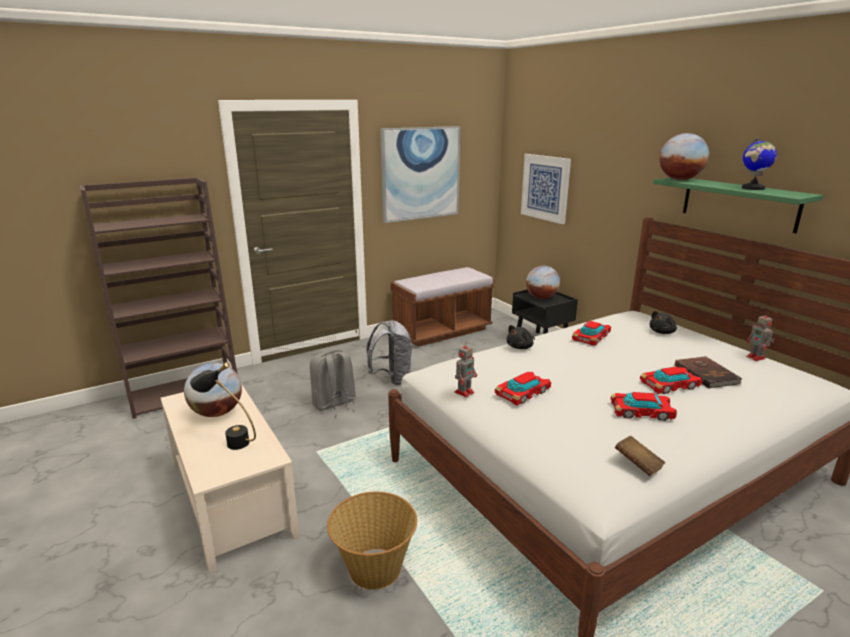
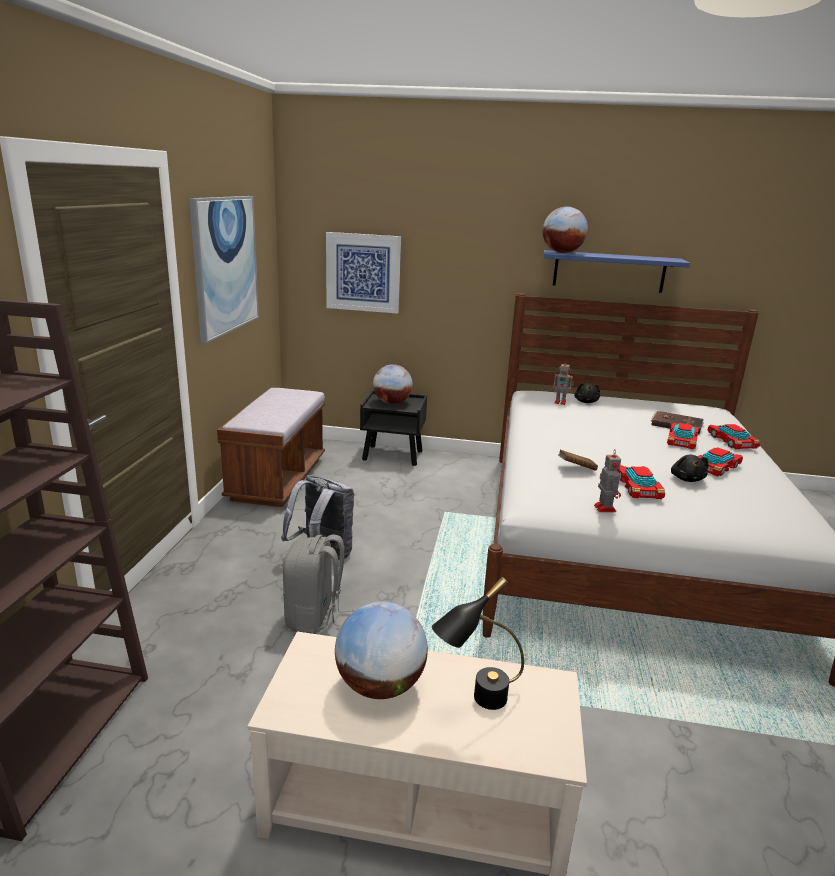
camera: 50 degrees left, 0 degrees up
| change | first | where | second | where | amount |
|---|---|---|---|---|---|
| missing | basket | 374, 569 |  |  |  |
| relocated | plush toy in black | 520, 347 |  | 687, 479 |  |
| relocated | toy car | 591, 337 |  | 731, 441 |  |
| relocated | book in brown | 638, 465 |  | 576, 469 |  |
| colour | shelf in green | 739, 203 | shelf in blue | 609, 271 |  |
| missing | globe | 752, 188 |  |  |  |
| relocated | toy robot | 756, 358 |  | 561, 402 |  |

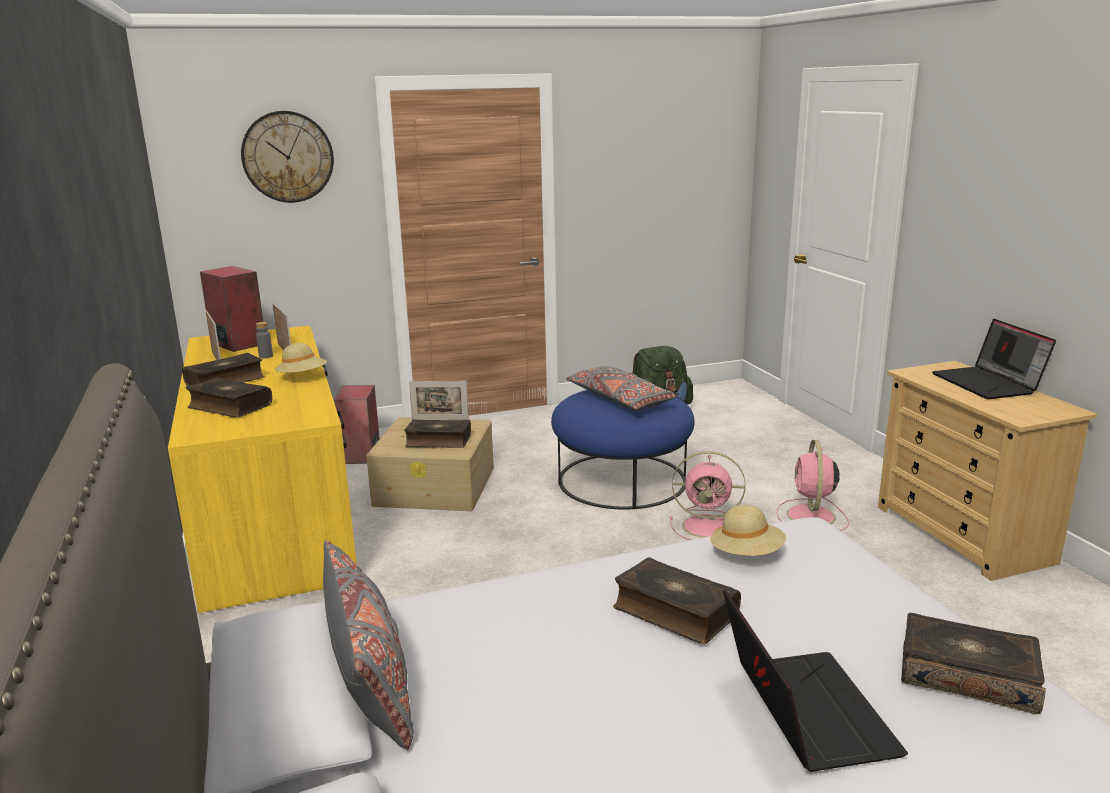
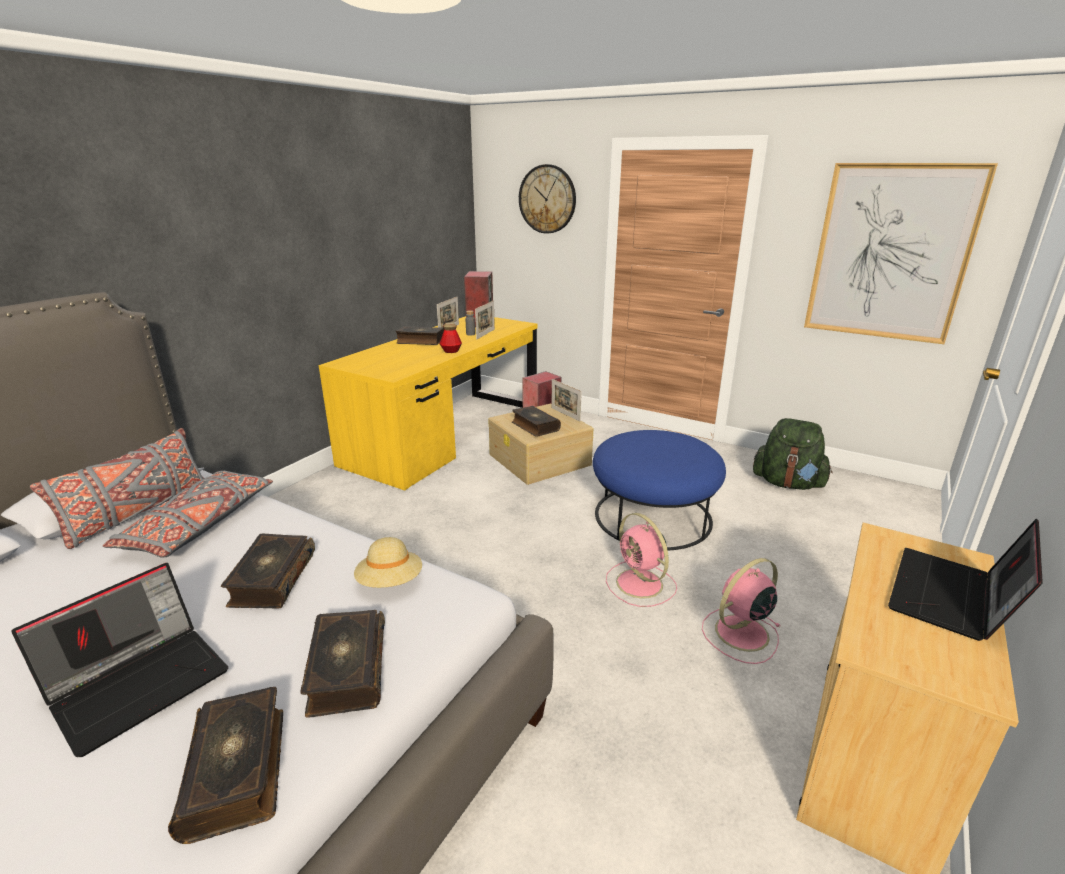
camera: 50 degrees right, 5 degrees up
| change | first | where | second | where | amount |
|---|---|---|---|---|---|
| relocated | book | 229, 407 |  | 346, 671 |  |
| exchanged | hat in beige | 302, 377 | bottle | 451, 351 |  |
| relocated | pillow in grey | 620, 400 |  | 199, 525 |  |
| appeared |  |  | picture | 890, 253 |  |

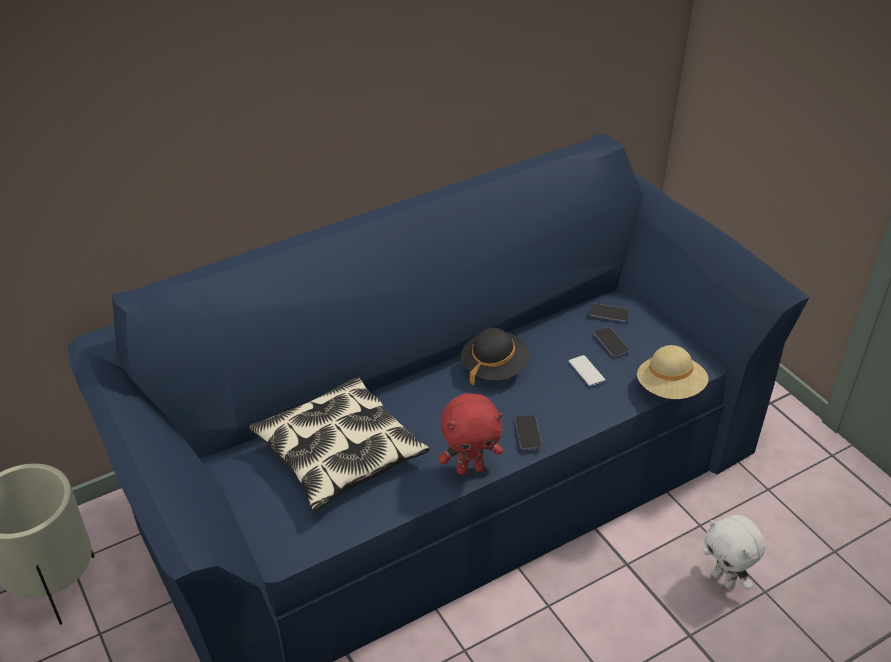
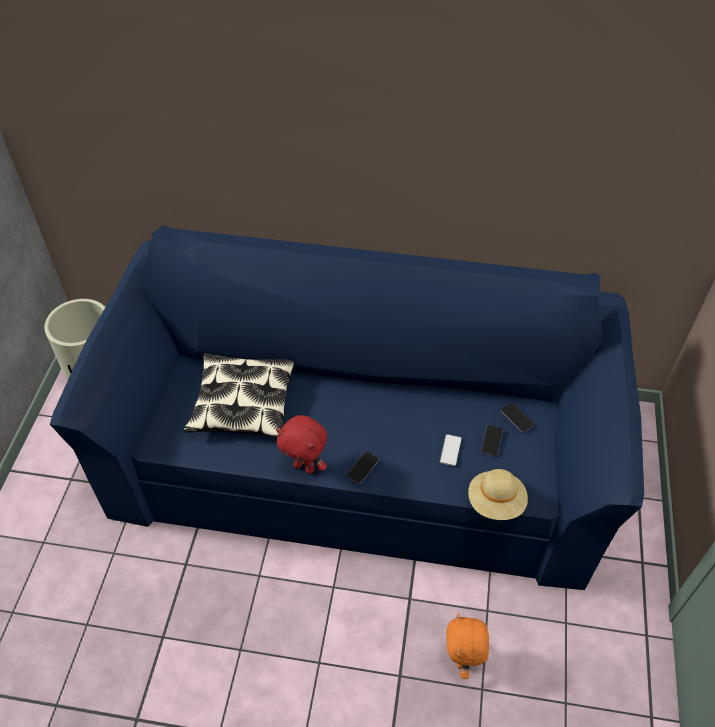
camera: 40 degrees right, 10 degrees up
| change | first | where | second | where | amount |
|---|---|---|---|---|---|
| missing | hat in black | 494, 367 |  |  |  |
| colour | plush toy in white | 724, 580 | plush toy in orange | 463, 659 |  |

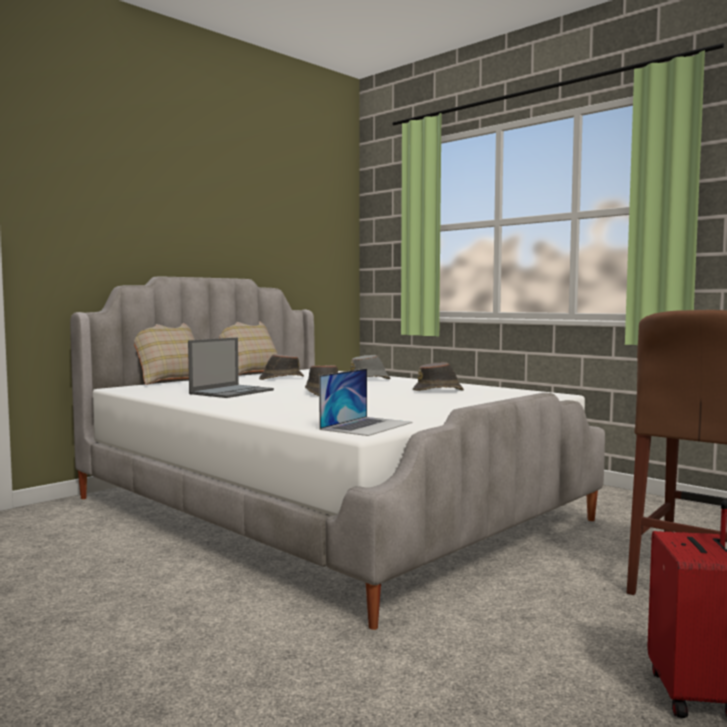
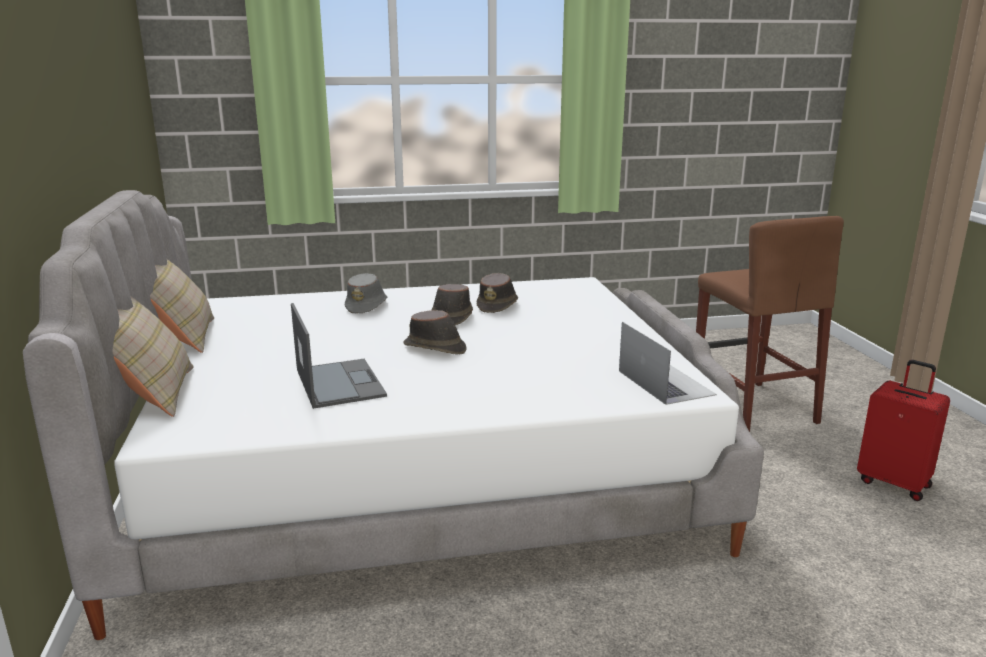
camera: 55 degrees left, 15 degrees up
| change | first | where | second | where | amount |
|---|---|---|---|---|---|
| relocated | hat in brown | 281, 378 |  | 451, 318 |  |

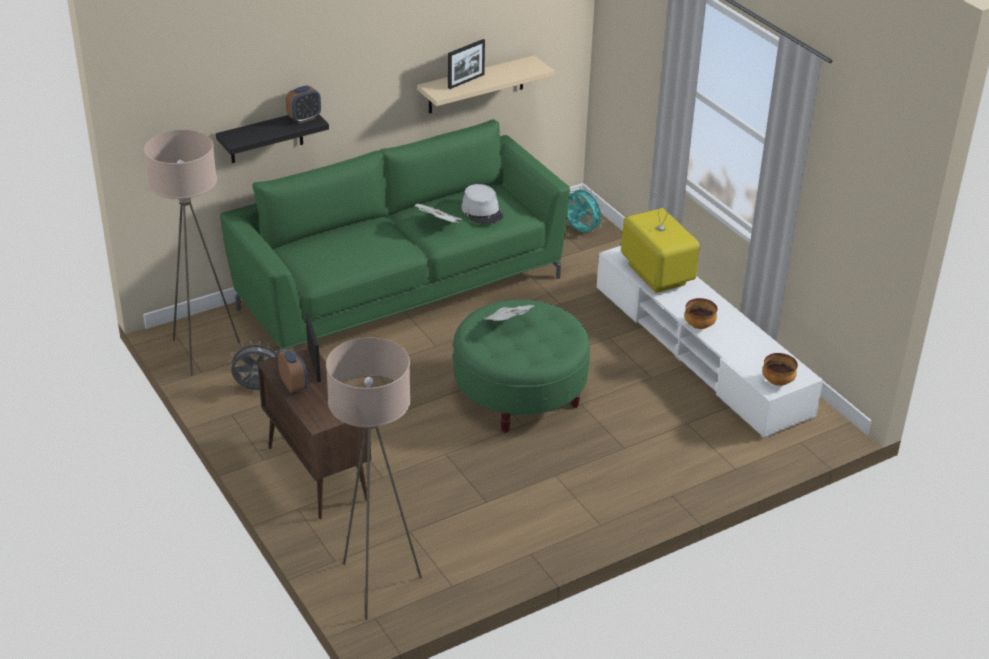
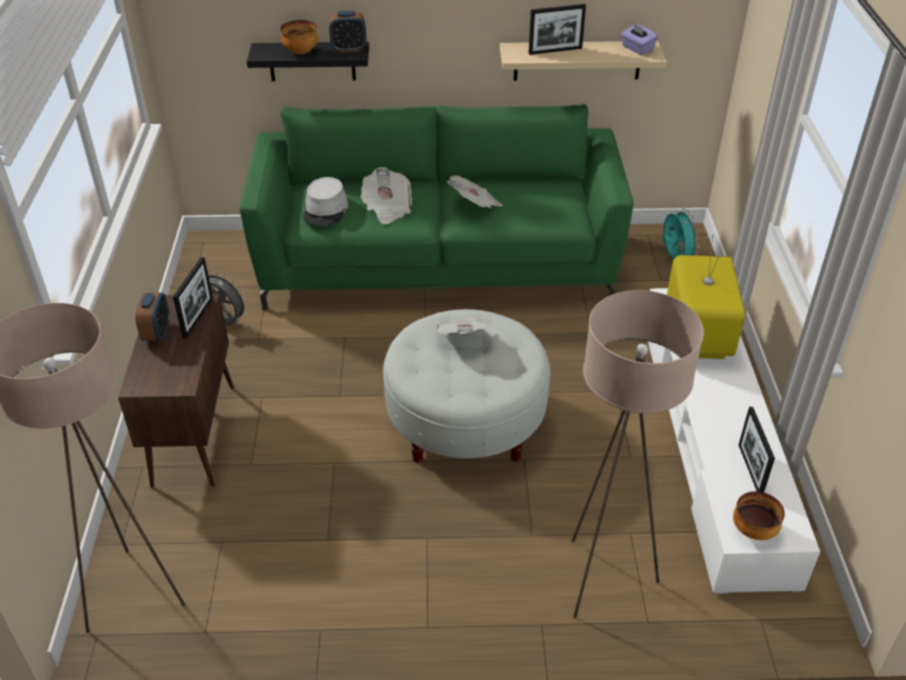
camera: 30 degrees right, 5 degrees up
| change | first | where | second | where | amount |
|---|---|---|---|---|---|
| relocated | floor lamp in beige | 202, 352 |  | 602, 579 |  |
| colour | ottoman in green | 519, 395 | ottoman in white | 465, 423 |  |
| relocated | hat in grey | 482, 211 |  | 325, 210 |  |
| relocated | bowl | 699, 326 |  | 301, 52 |  |
| appeared |  |  | newspaper | 387, 208 |  |
| appeared |  |  | tissue box in purple | 637, 49 |  |
| appeared |  |  | picture frame | 750, 470 |  |

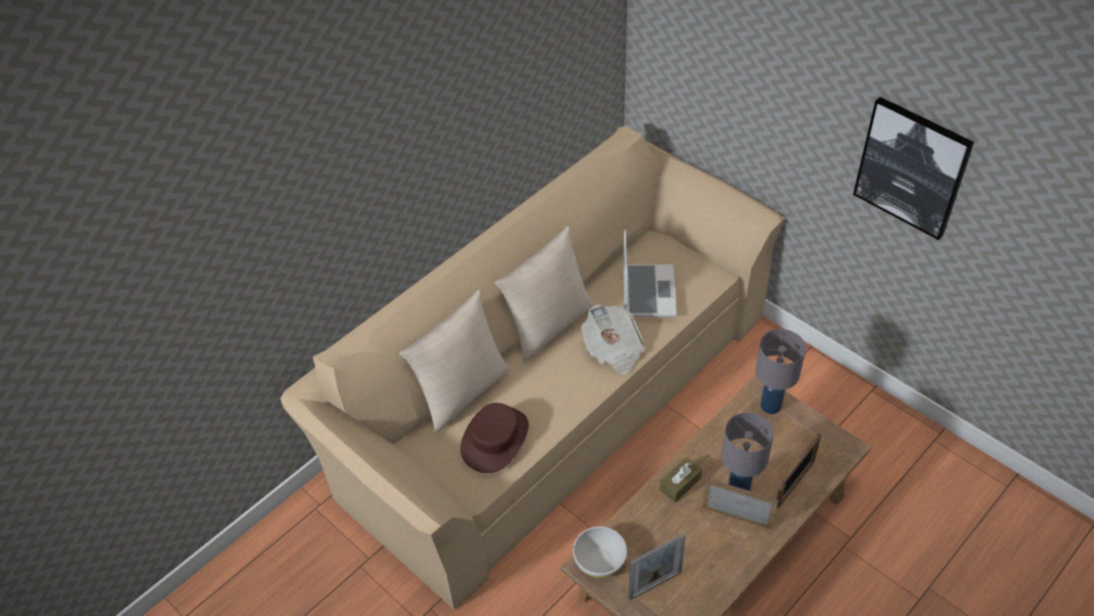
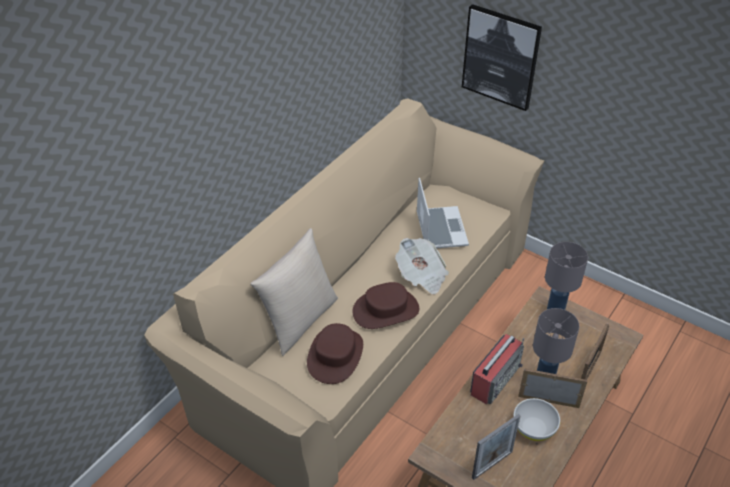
camera: 10 degrees left, 5 degrees down
| change | first | where | second | where | amount |
|---|---|---|---|---|---|
| missing | pillow in beige | 548, 325 |  |  |  |
| relocated | bowl in white | 599, 561 |  | 534, 428 |  |
| exchanged | tissue box in brown | 680, 484 | radio | 495, 379 |  |
| relocated | picture | 912, 167 |  | 501, 57 |  |
| appeared |  |  | hat in brown | 385, 310 |  |

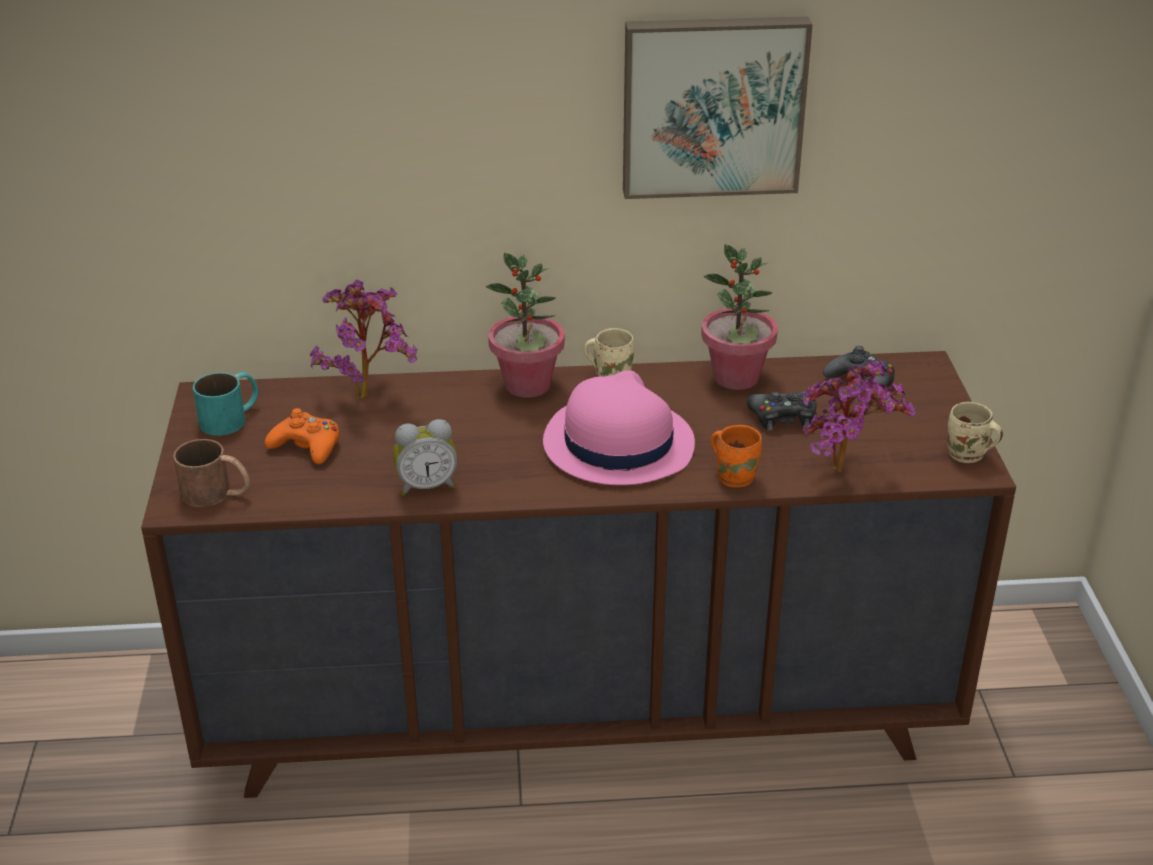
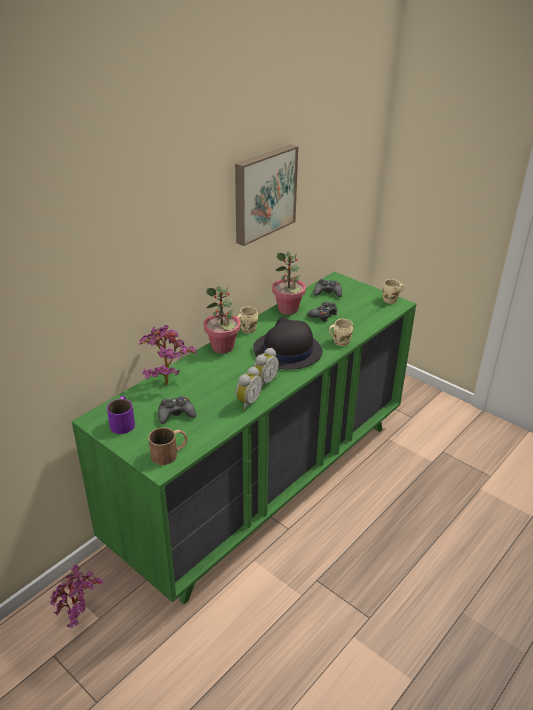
camera: 45 degrees left, 0 degrees up
| change | first | where | second | where | amount |
|---|---|---|---|---|---|
| colour | dresser in brown | 579, 710 | dresser in green | 265, 483 |  |
| colour | mug in turquoise | 232, 417 | mug in purple | 123, 421 |  |
| colour | game controller in orange | 307, 446 | game controller in black | 176, 414 |  |
| colour | hat in pink | 617, 443 | hat in black | 287, 351 |  |
| colour | mug in orange | 735, 476 | mug in beige | 340, 341 |  |
| relocated | potted plant | 845, 474 |  | 80, 616 |  |
| appeared |  |  | alarm clock | 264, 382 |  |

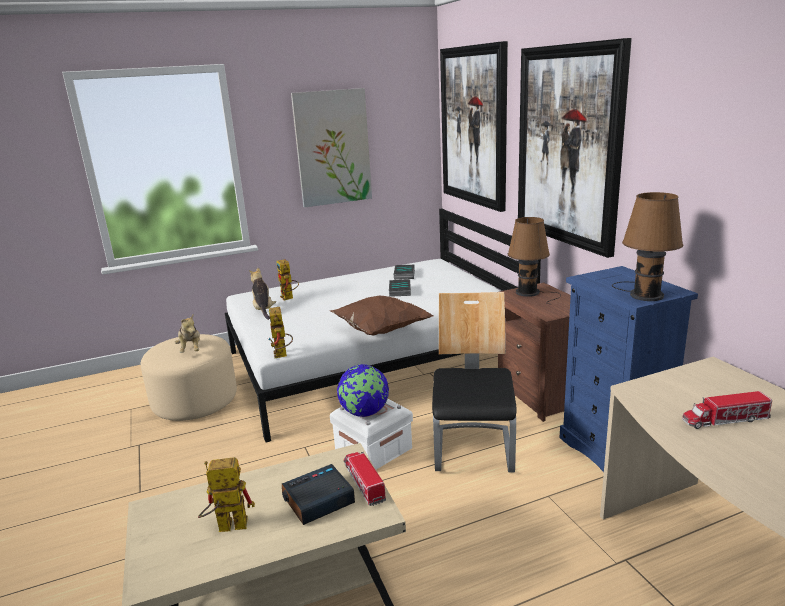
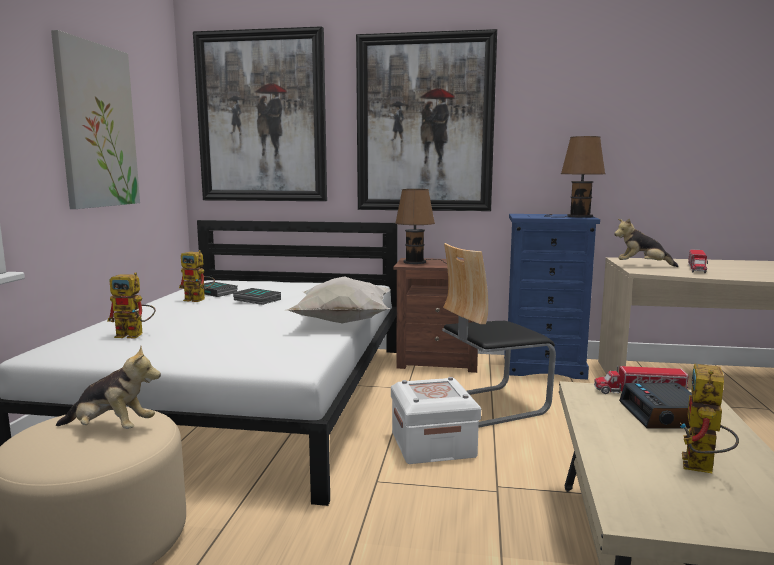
camera: 60 degrees left, 10 degrees down
| change | first | where | second | where | amount |
|---|---|---|---|---|---|
| relocated | plush toy | 263, 310 |  | 642, 266 |  |
| relocated | toy robot | 282, 355 |  | 199, 300 |  |
| colour | pillow in brown | 380, 331 | pillow in white | 342, 322 |  |
| missing | globe | 364, 413 |  |  |  |
| spun | chair | 474, 450 |  | 489, 405 | 60 degrees counterclockwise |

